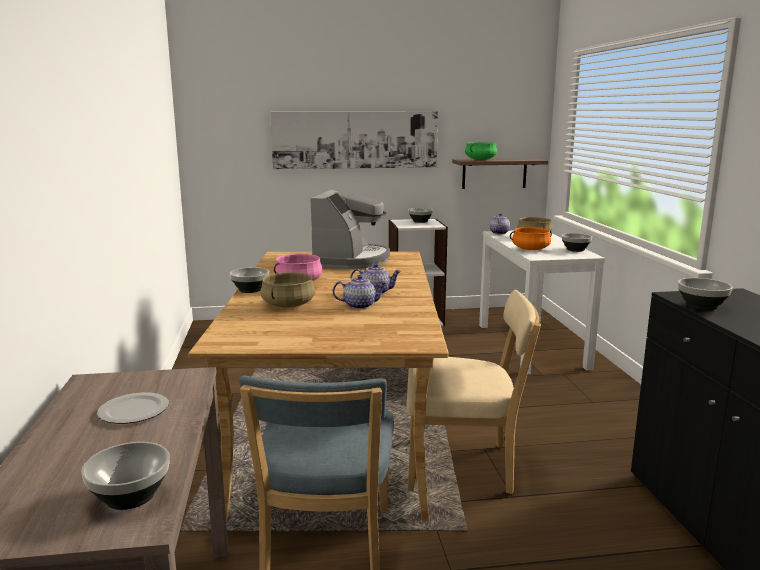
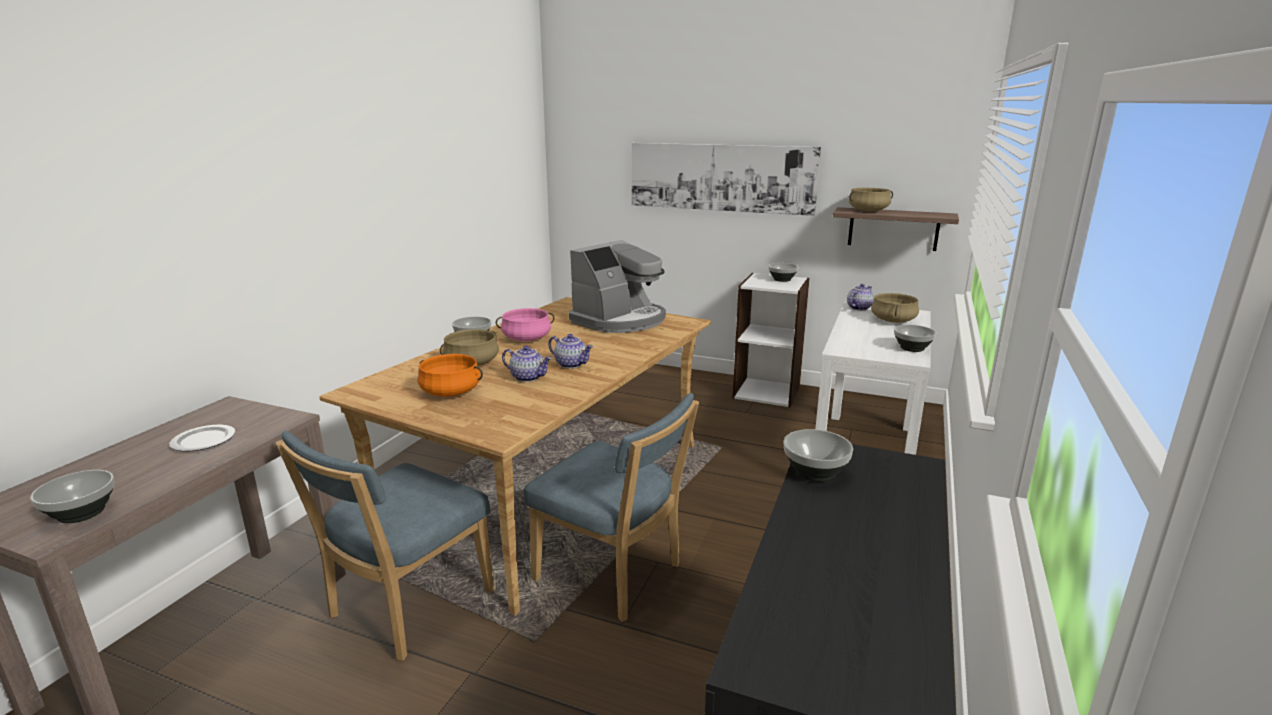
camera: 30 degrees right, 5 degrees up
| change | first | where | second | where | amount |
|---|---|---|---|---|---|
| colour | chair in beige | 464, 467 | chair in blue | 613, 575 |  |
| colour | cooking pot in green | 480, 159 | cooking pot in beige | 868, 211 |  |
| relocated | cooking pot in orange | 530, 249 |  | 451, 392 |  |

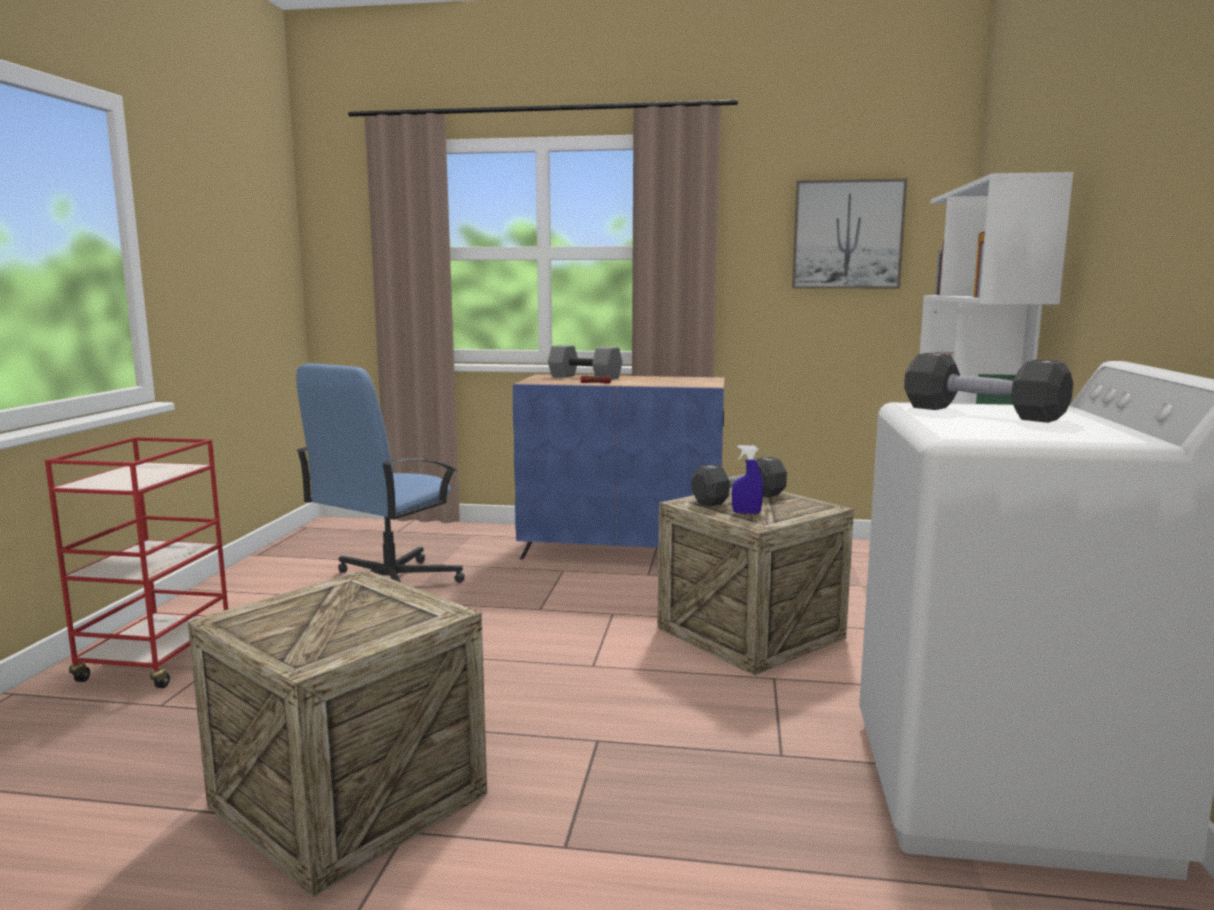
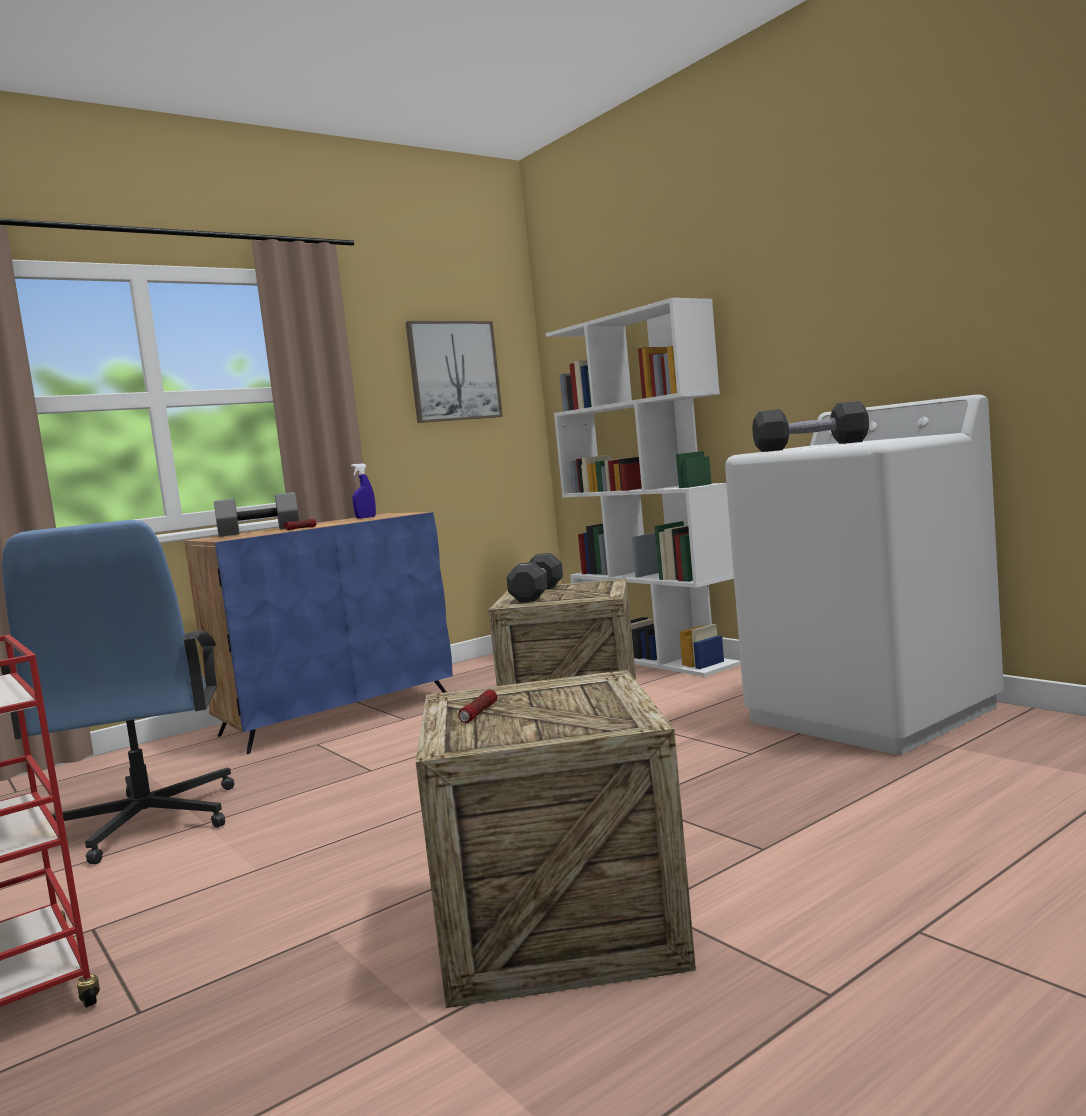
camera: 45 degrees left, 5 degrees down
| change | first | where | second | where | amount |
|---|---|---|---|---|---|
| relocated | spray bottle in blue | 746, 513 |  | 365, 517 |  |
| appeared |  |  | flashlight | 478, 714 |  |

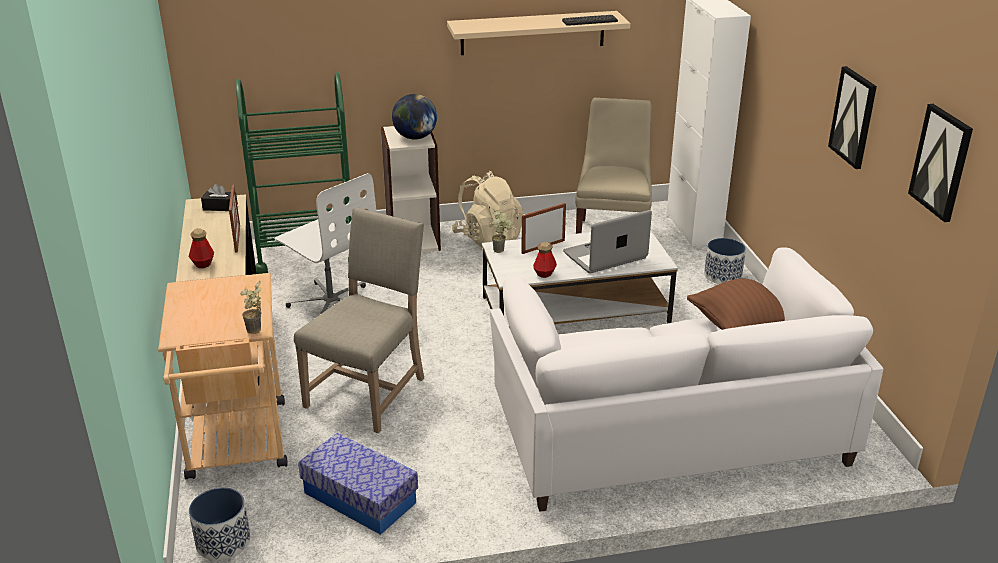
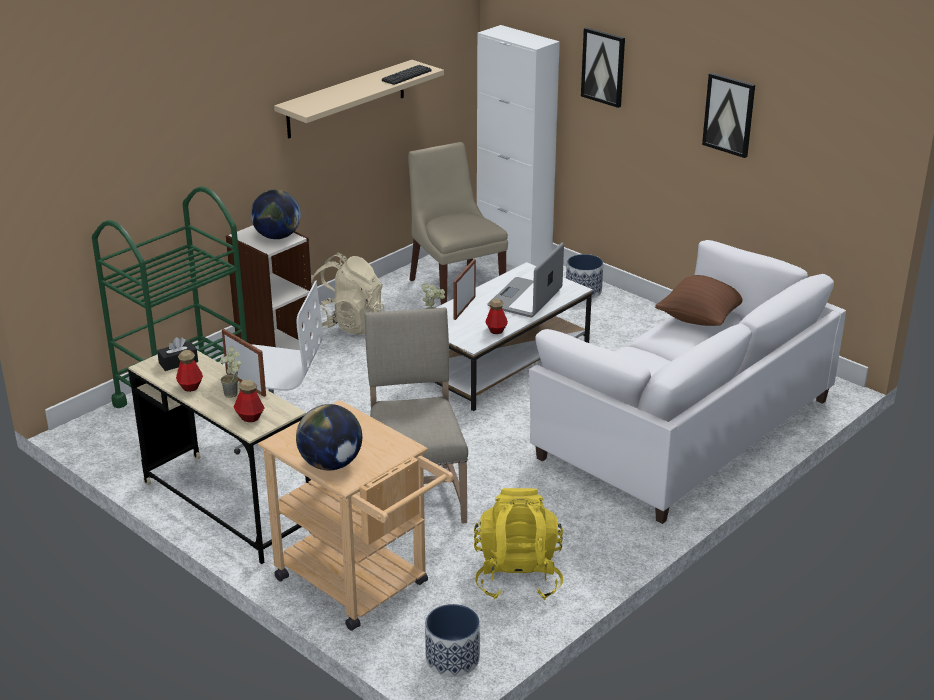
camera: 35 degrees left, 0 degrees up
| change | first | where | second | where | amount |
|---|---|---|---|---|---|
| relocated | potted plant | 256, 332 |  | 234, 395 |  |
| exchanged | storage box | 359, 498 | backpack in yellow | 517, 576 |  |
| relocated | picture | 941, 162 |  | 603, 67 |  |
| appeared |  |  | bottle | 190, 386 |  |
| appeared |  |  | globe | 331, 464 |  |

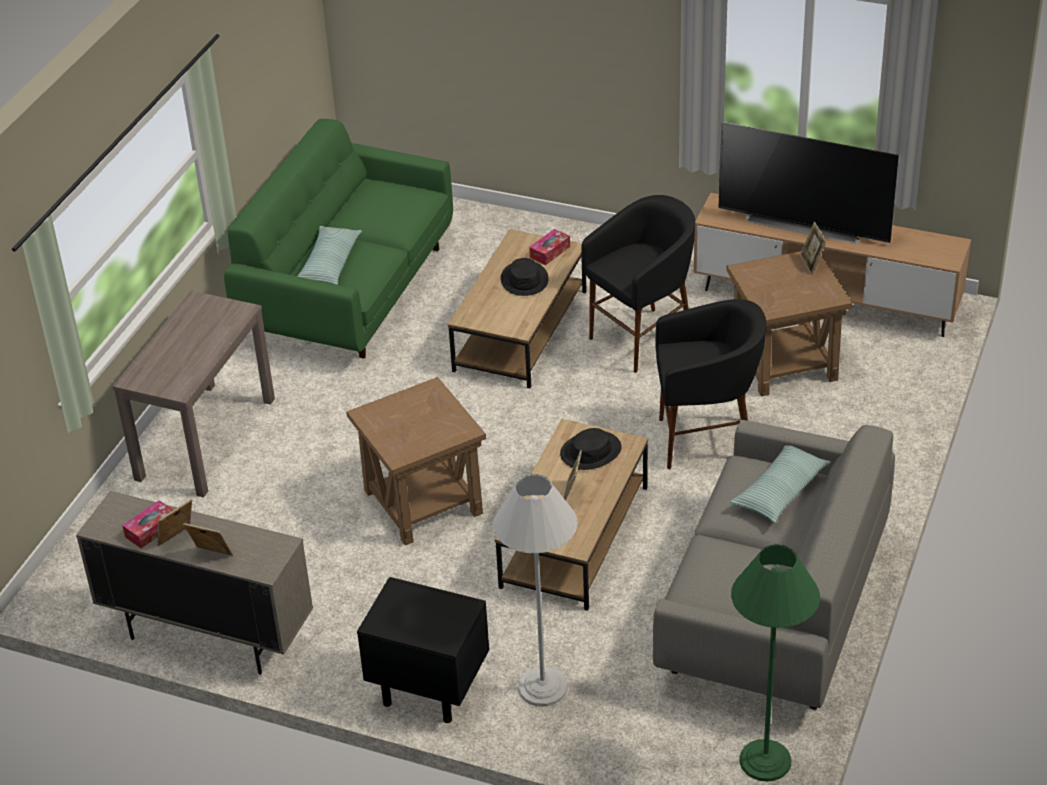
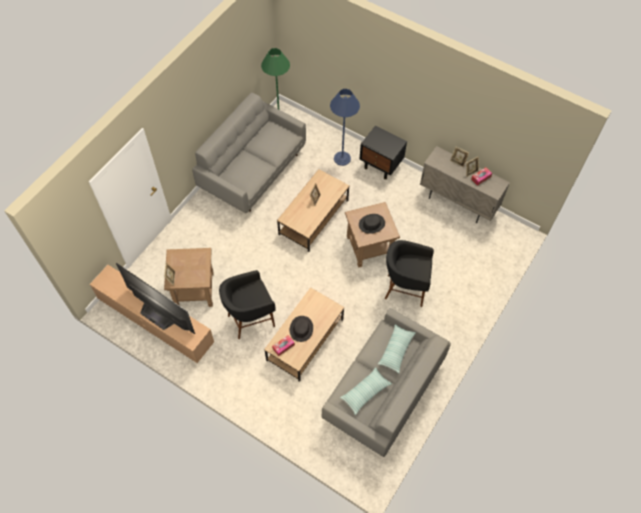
camera: 170 degrees left, 20 degrees up
| change | first | where | second | where | amount |
|---|---|---|---|---|---|
| missing | console table in brown | 206, 438 |  |  |  |
| colour | sofa in green | 350, 290 | sofa in grey | 383, 391 |  |
| colour | floor lamp in white | 542, 687 | floor lamp in blue | 342, 158 |  |
| relocated | hat in black | 590, 451 |  | 371, 224 |  |
| relocated | stool in black | 706, 441 |  | 404, 289 |  |
| relocated | pillow | 780, 491 |  | 365, 392 |  |

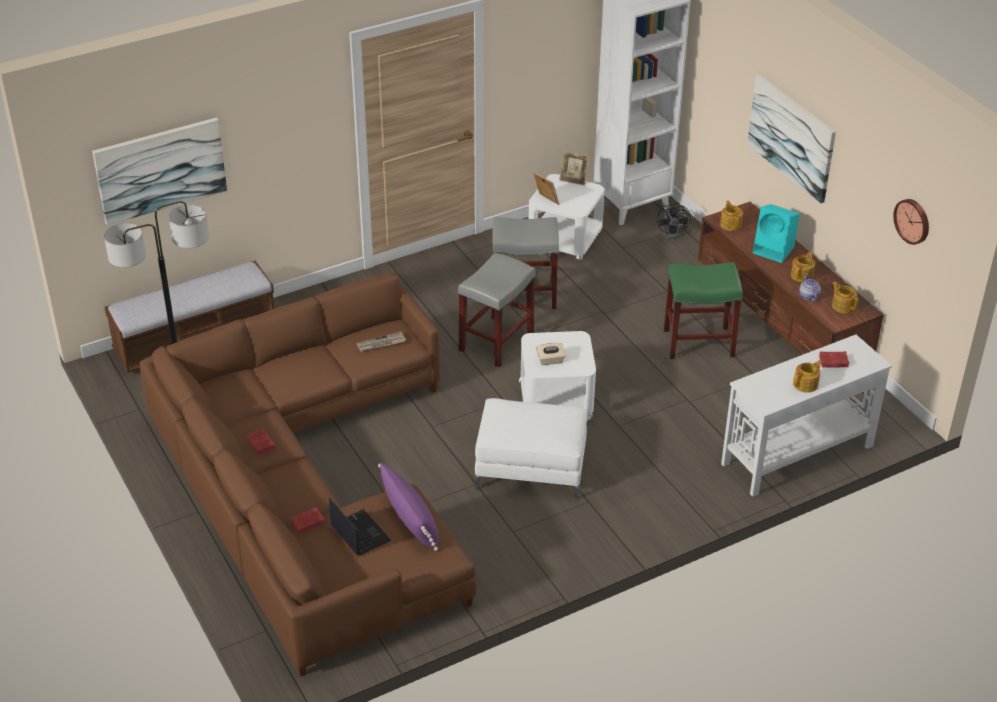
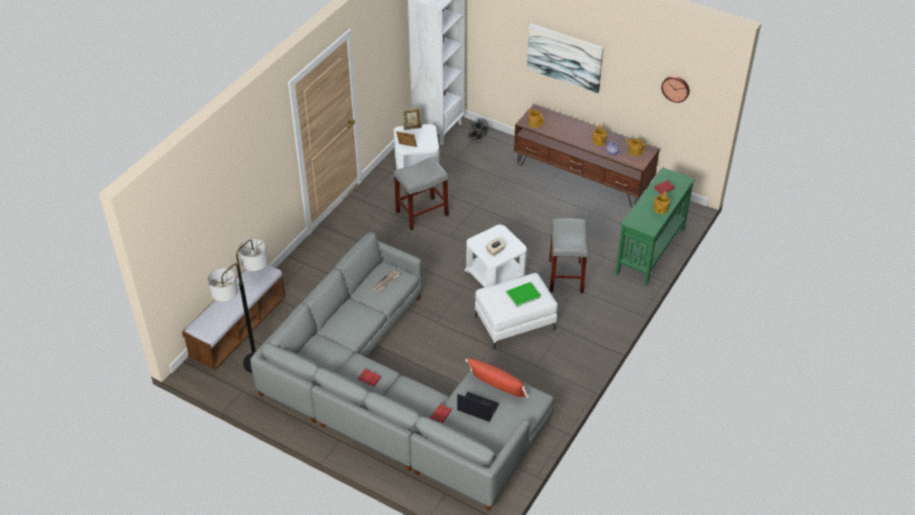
camera: 30 degrees left, 5 degrees up
| change | first | where | second | where | amount |
|---|---|---|---|---|---|
| missing | picture | 160, 170 |  |  |  |
| colour | sofa in brown | 308, 489 | sofa in grey | 396, 395 |  |
| colour | pillow in purple | 410, 520 | pillow in red | 497, 385 |  |
| relocated | stool in grey | 496, 343 |  | 566, 277 |  |
| missing | stool in green | 699, 342 |  |  |  |
| colour | console table in white | 796, 455 | console table in green | 650, 251 |  |
| missing | speaker in turquoise | 774, 250 |  |  |  |
| appeared |  |  | book in green | 522, 294 |  |

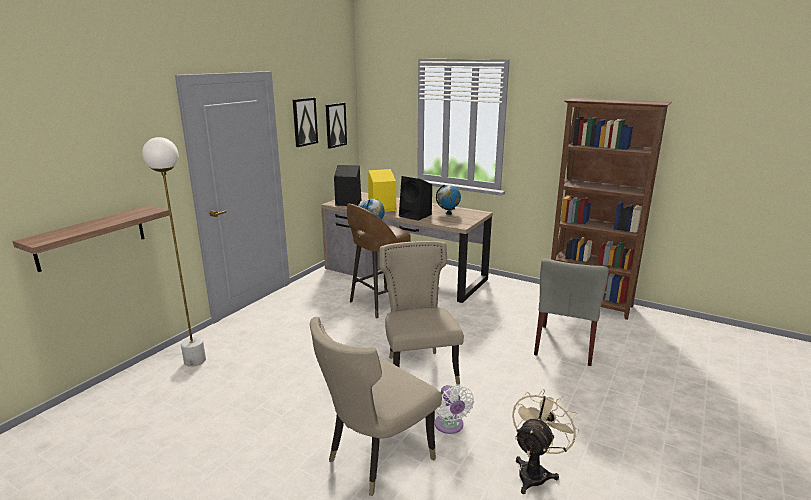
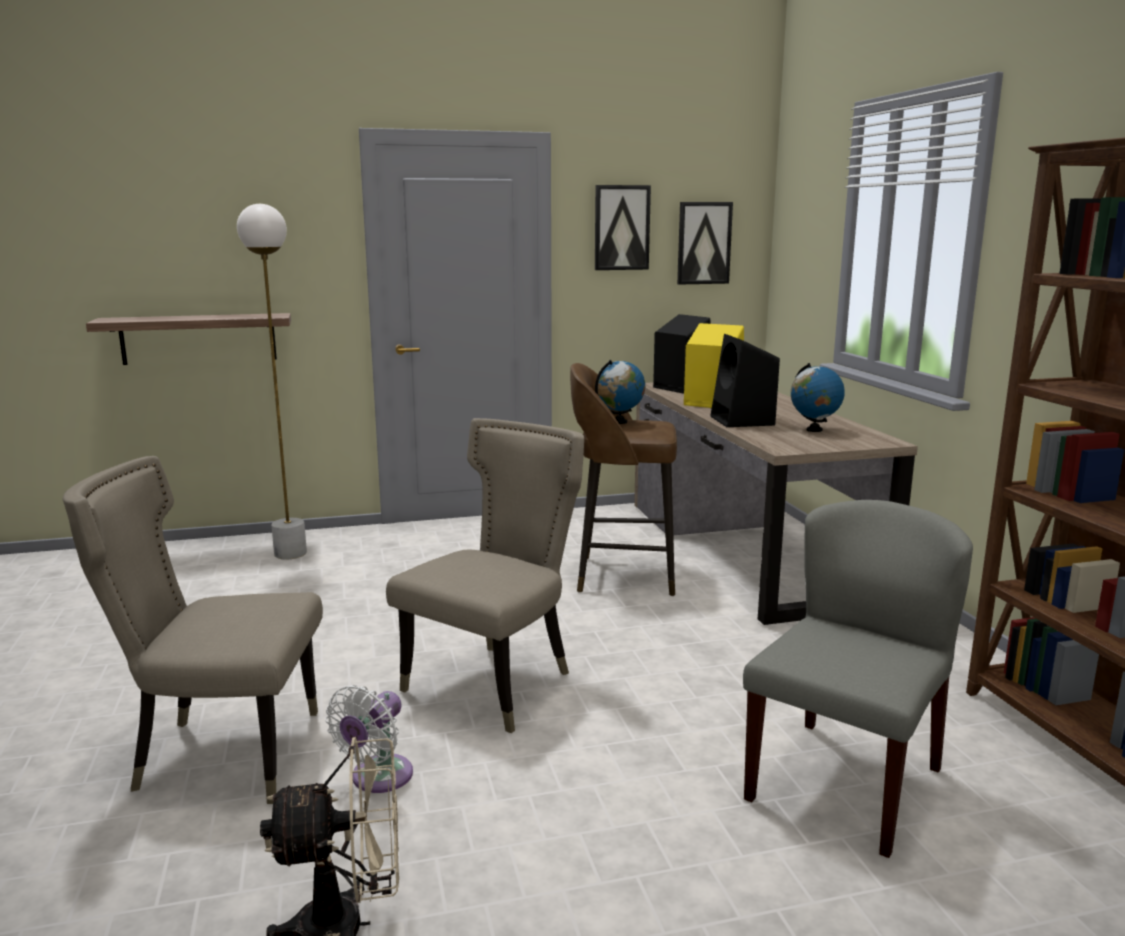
camera: 45 degrees right, 5 degrees down
| change | first | where | second | where | amount |
|---|---|---|---|---|---|
| spun | chair in grey | 565, 345 |  | 844, 782 | 150 degrees clockwise |

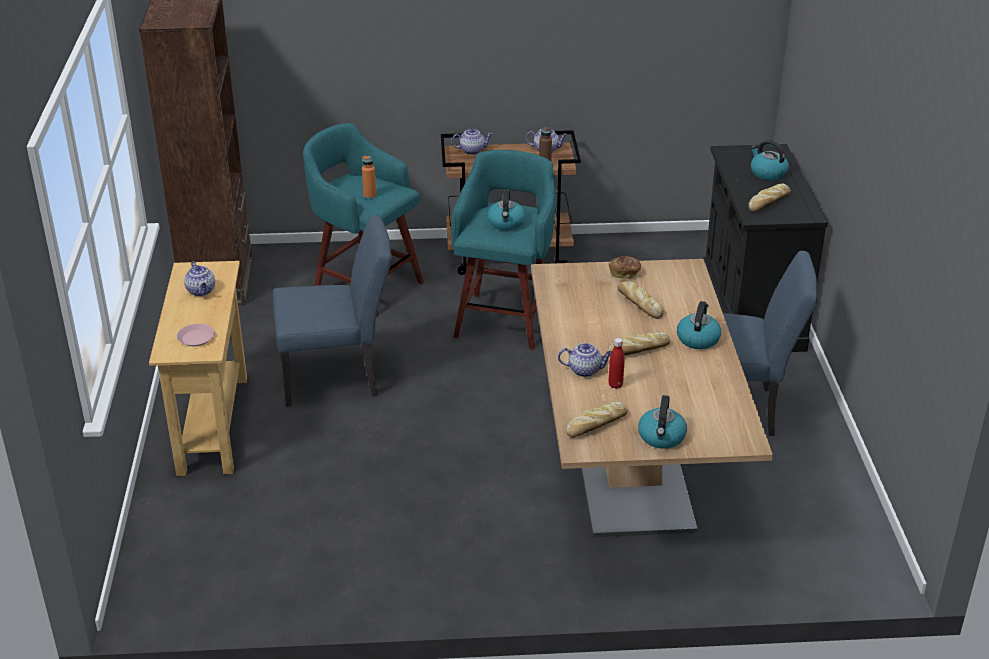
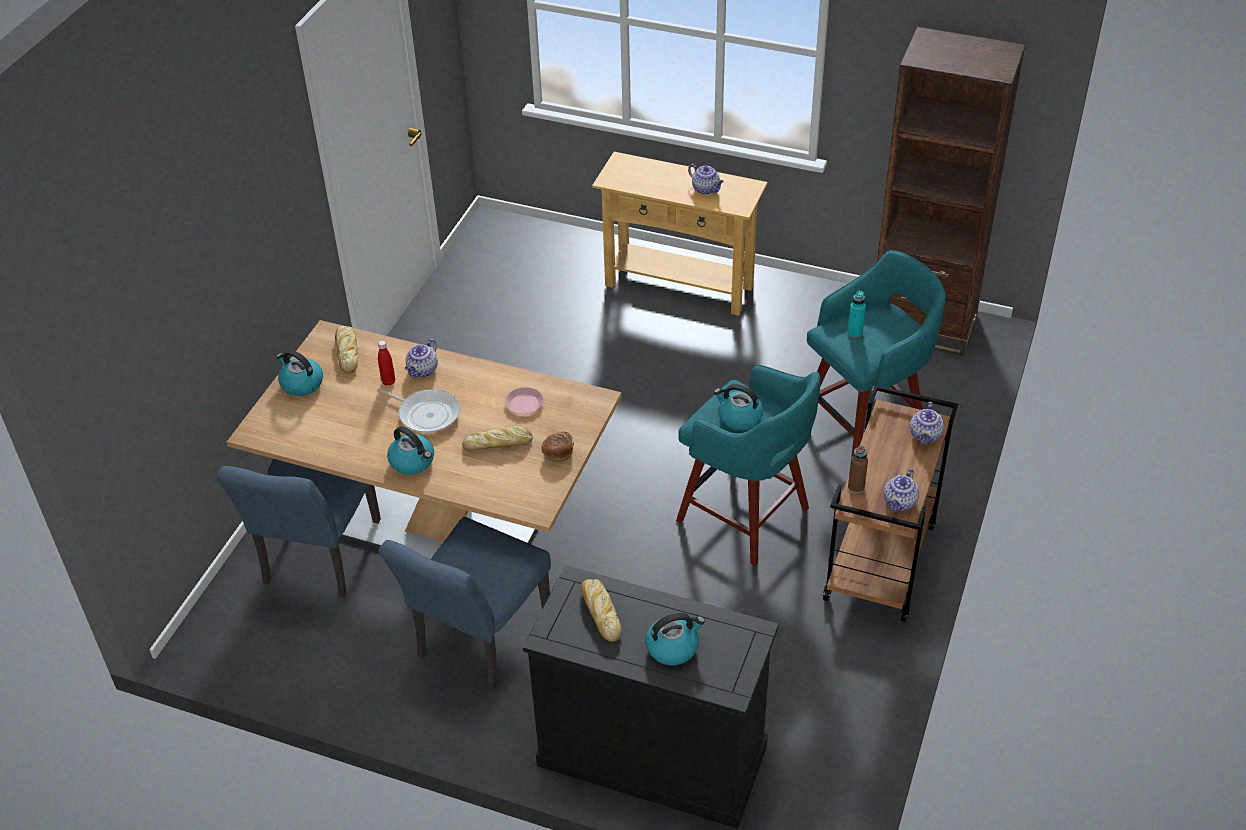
camera: 115 degrees right, 10 degrees up
| change | first | where | second | where | amount |
|---|---|---|---|---|---|
| relocated | plate in pink | 196, 338 |  | 524, 404 |  |
| spun | teapot | 201, 291 |  | 706, 189 | 135 degrees counterclockwise |
| relocated | chair in blue | 338, 377 |  | 318, 560 |  |
| colour | bottle in orange | 369, 195 | bottle in turquoise | 855, 333 |  |
| exchanged | bread | 637, 350 | frying pan | 426, 414 |  |

